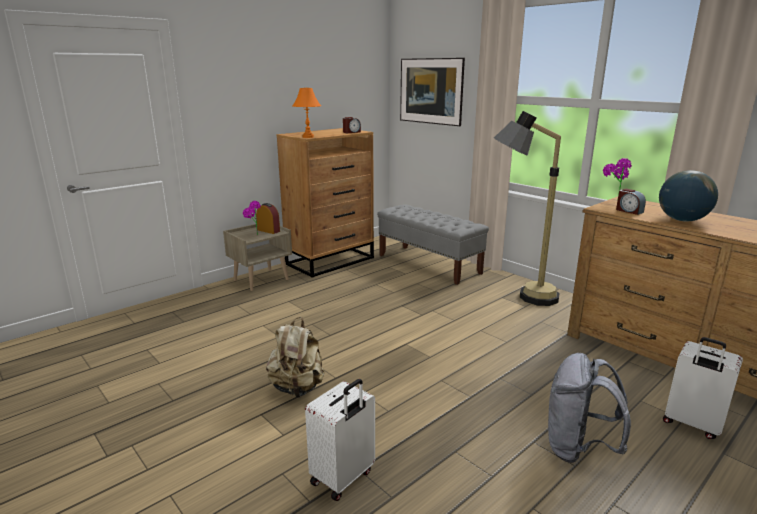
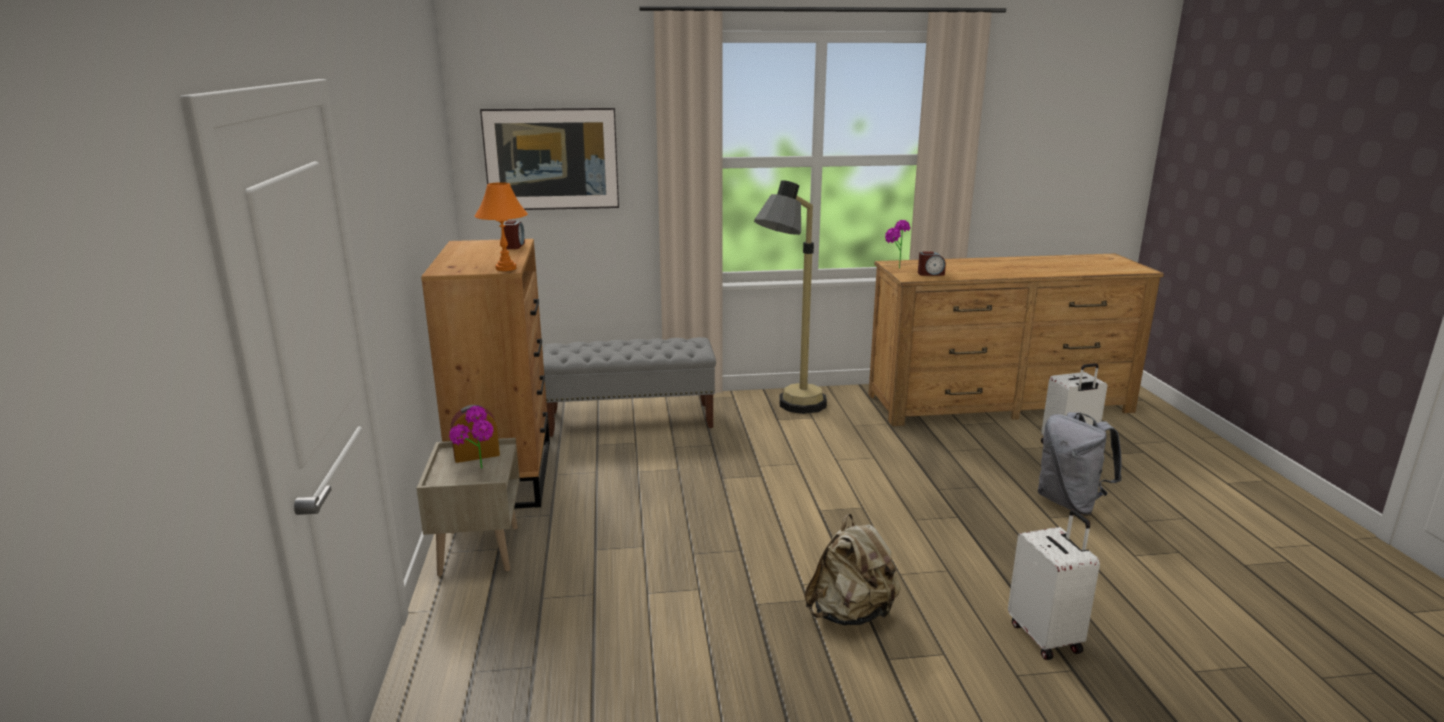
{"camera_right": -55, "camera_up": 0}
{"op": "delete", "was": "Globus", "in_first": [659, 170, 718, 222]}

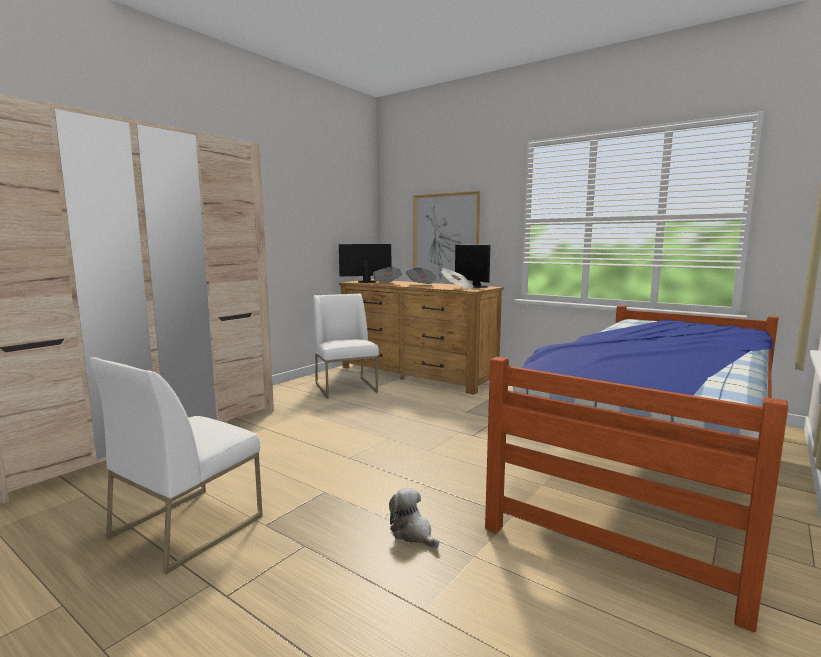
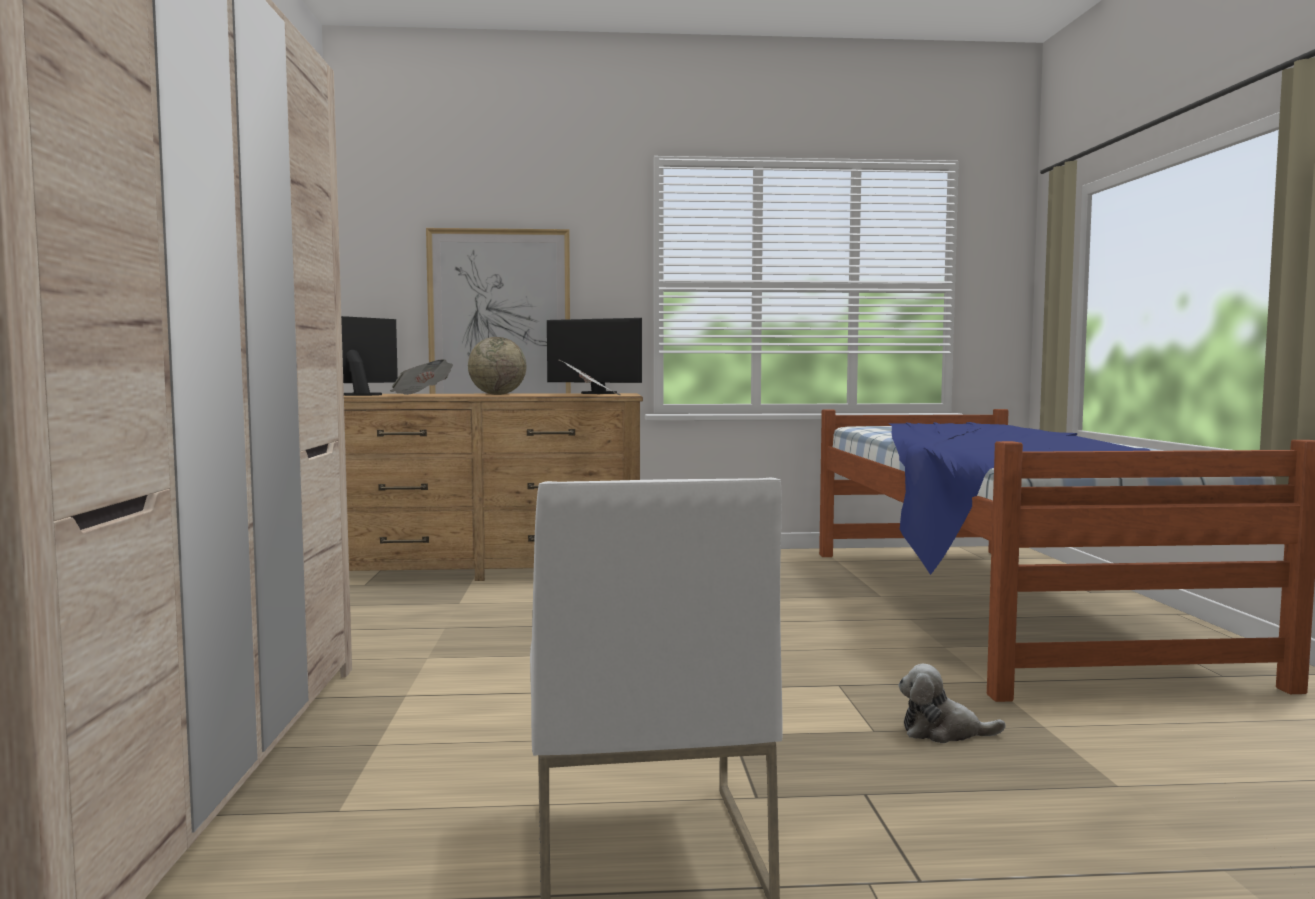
{"camera_right": -40, "camera_up": -5}
{"op": "delete", "was": "Stuhl (weiß)", "in_first": [313, 294, 379, 399]}
{"op": "replace", "was": "Zeitung", "now": "Globus", "in_first": [405, 268, 436, 284], "in_second": [468, 337, 526, 395]}

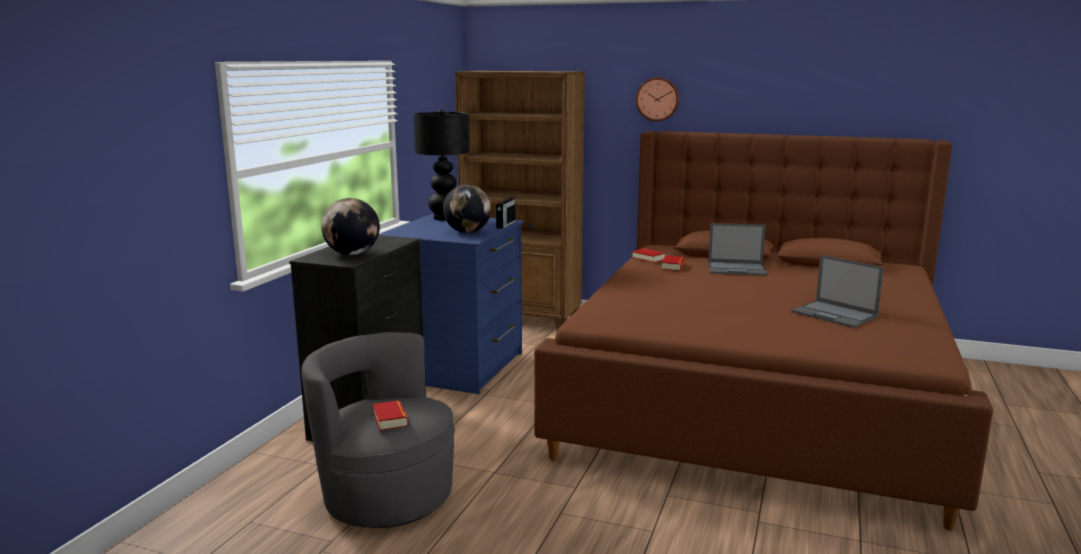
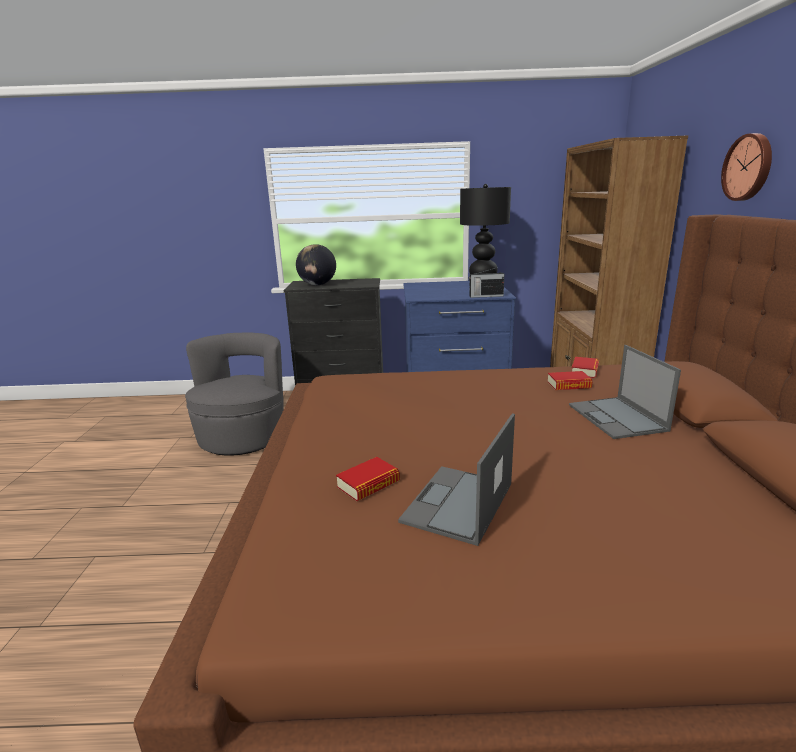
{"camera_right": 70, "camera_up": 5}
{"op": "move", "was": "Buch", "in_first": [373, 400, 409, 431], "in_second": [336, 457, 400, 501]}
{"op": "delete", "was": "Globus", "in_first": [443, 185, 491, 233]}

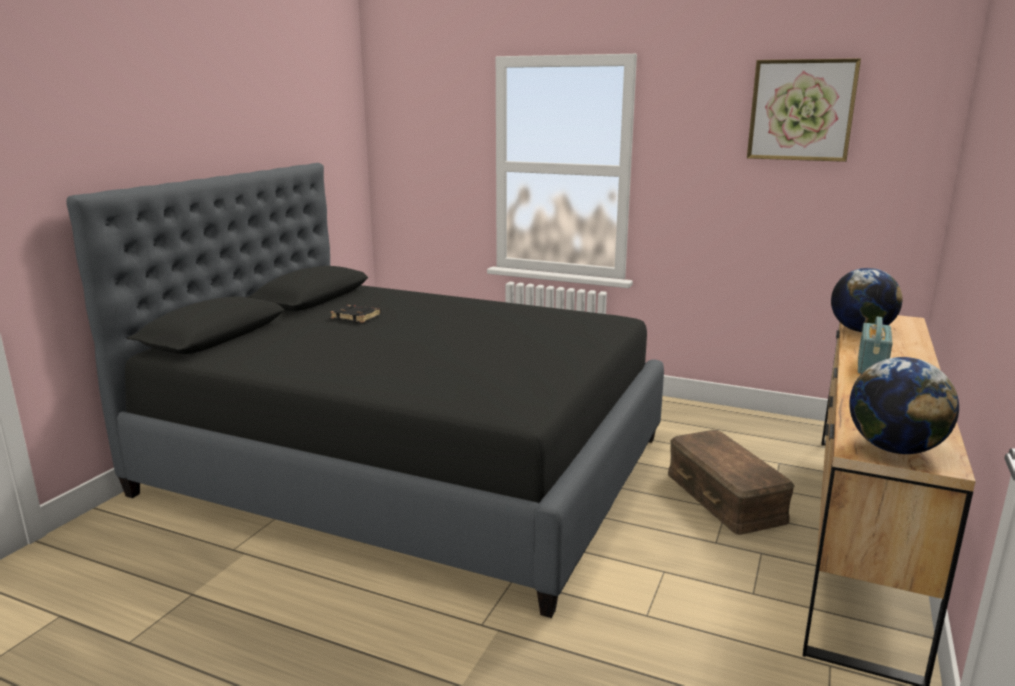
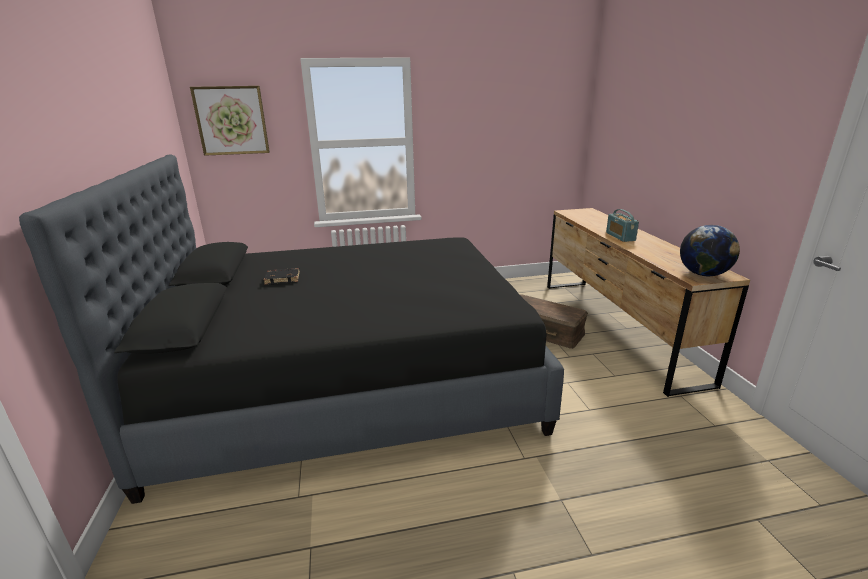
{"camera_right": -35, "camera_up": 5}
{"op": "move", "was": "Bild", "in_first": [747, 58, 861, 162], "in_second": [190, 86, 270, 156]}
{"op": "delete", "was": "Globus", "in_first": [831, 268, 902, 332]}

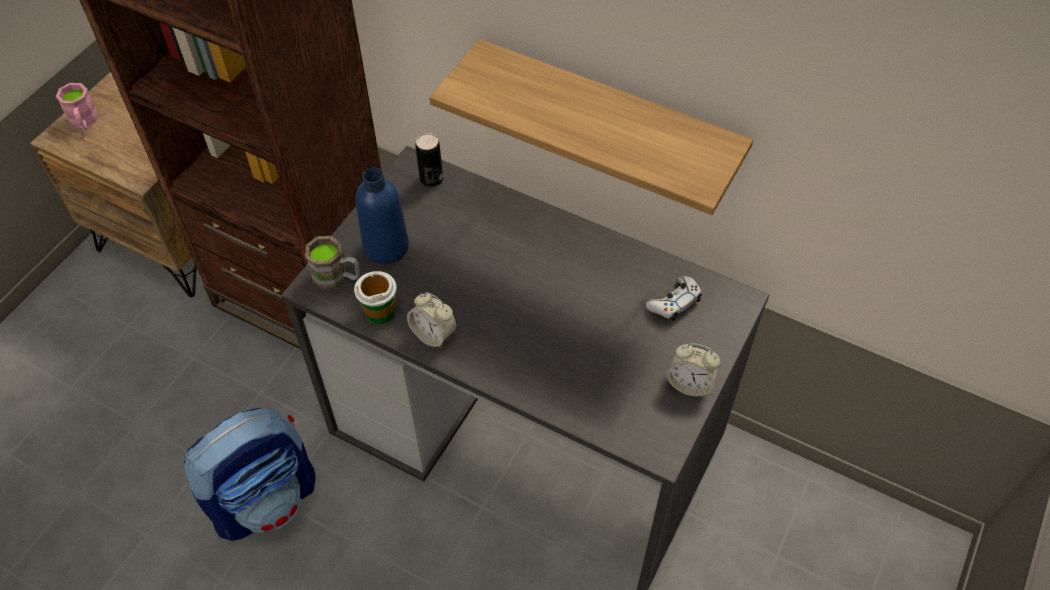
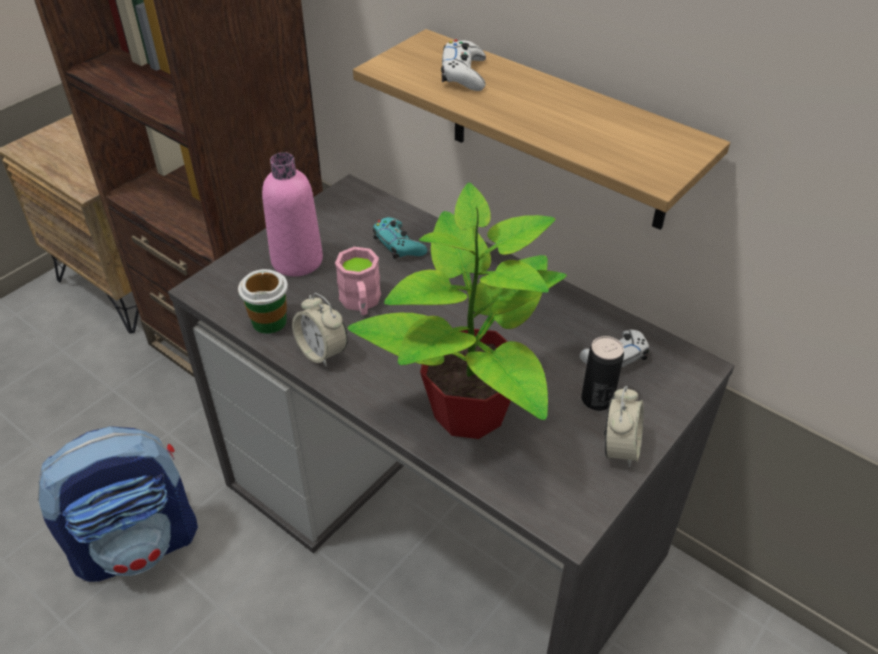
{"camera_right": 10, "camera_up": -10}
{"op": "move", "was": "Henkelbecher (rosa)", "in_first": [56, 83, 99, 130], "in_second": [335, 247, 381, 315]}
{"op": "delete", "was": "Henkelbecher (braun)", "in_first": [305, 236, 360, 290]}
{"op": "recolor", "was": "Flasche (blau)", "now": "Flasche (rosa)", "in_first": [355, 168, 409, 264], "in_second": [262, 152, 323, 276]}
{"op": "move", "was": "Dose", "in_first": [415, 133, 443, 187], "in_second": [581, 336, 624, 411]}
{"op": "rotate", "was": "Wecker", "in_first": [667, 343, 720, 396], "in_second": [604, 386, 644, 468], "clockwise": -105}
{"op": "insert", "now": "Topfpflanze", "in_second": [347, 183, 567, 439]}
{"op": "insert", "now": "Gamepad (türkis)", "in_second": [373, 217, 427, 259]}
{"op": "insert", "now": "Gamepad (weiß)", "in_second": [441, 39, 486, 91]}

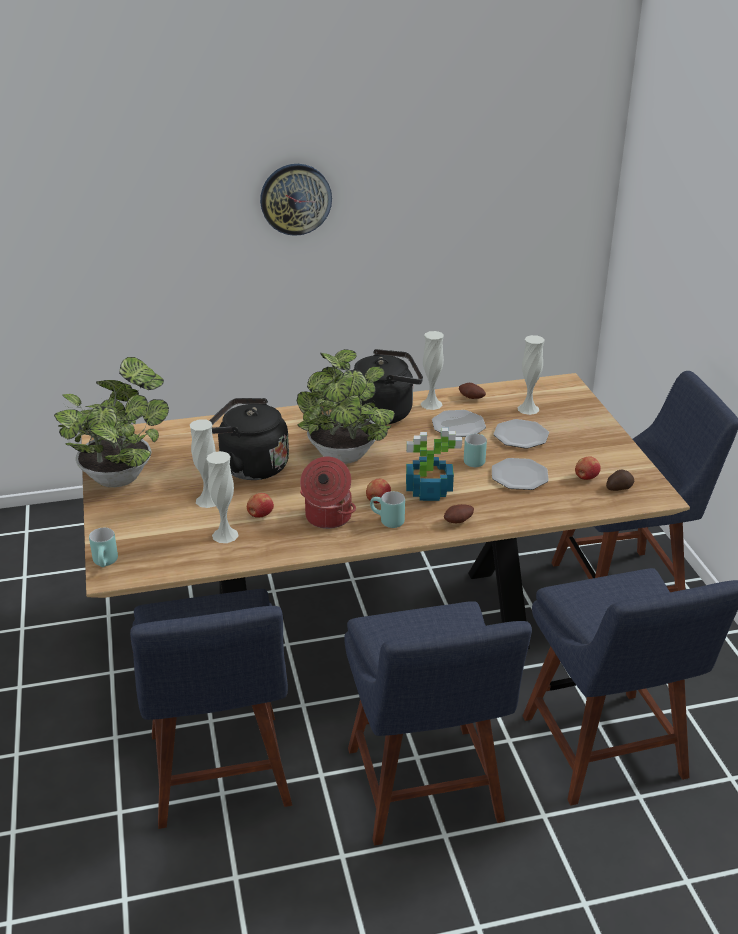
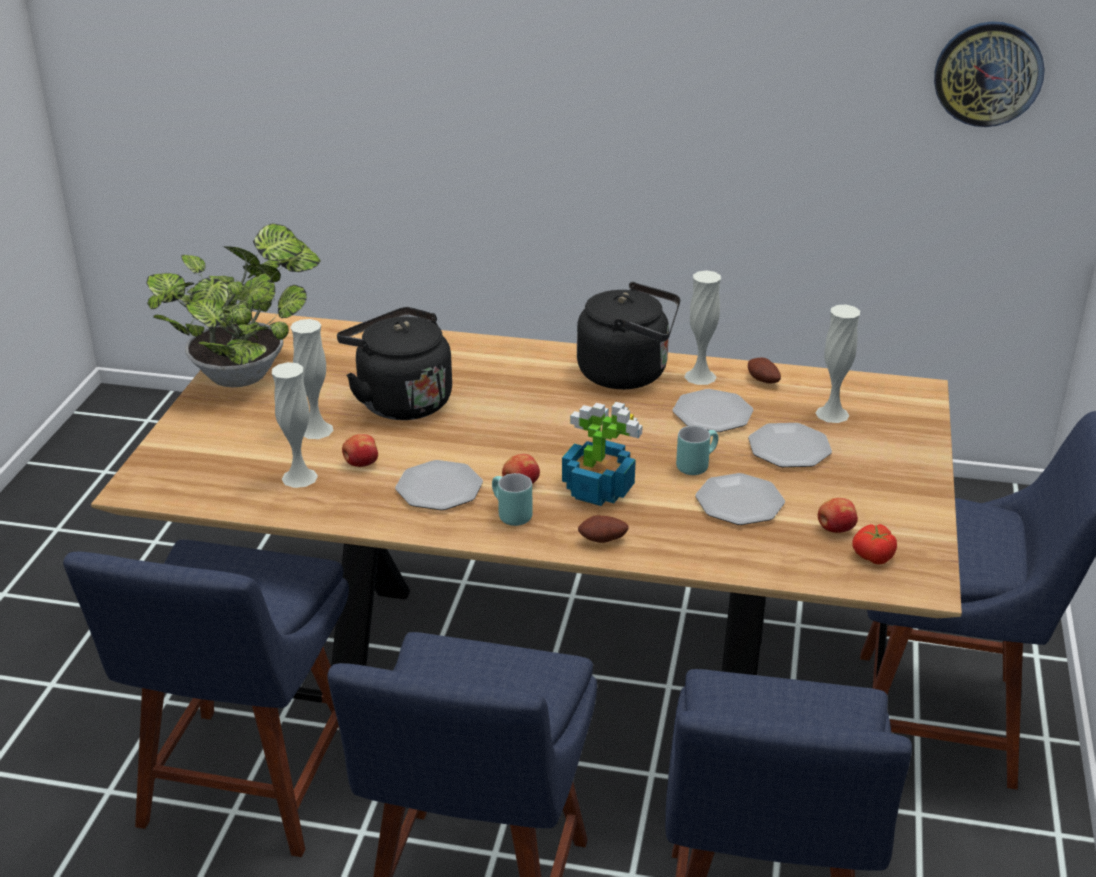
{"camera_right": 25, "camera_up": 0}
{"op": "delete", "was": "Henkelbecher (türkis)", "in_first": [89, 528, 118, 567]}
{"op": "move", "was": "Wanduhr", "in_first": [260, 164, 332, 236], "in_second": [934, 21, 1045, 127]}
{"op": "delete", "was": "Topfpflanze", "in_first": [297, 349, 395, 464]}
{"op": "replace", "was": "Kochtopf", "now": "Teller", "in_first": [300, 456, 356, 529], "in_second": [395, 460, 483, 510]}
{"op": "replace", "was": "Kartoffel", "now": "Tomate", "in_first": [606, 470, 634, 491], "in_second": [853, 524, 897, 565]}

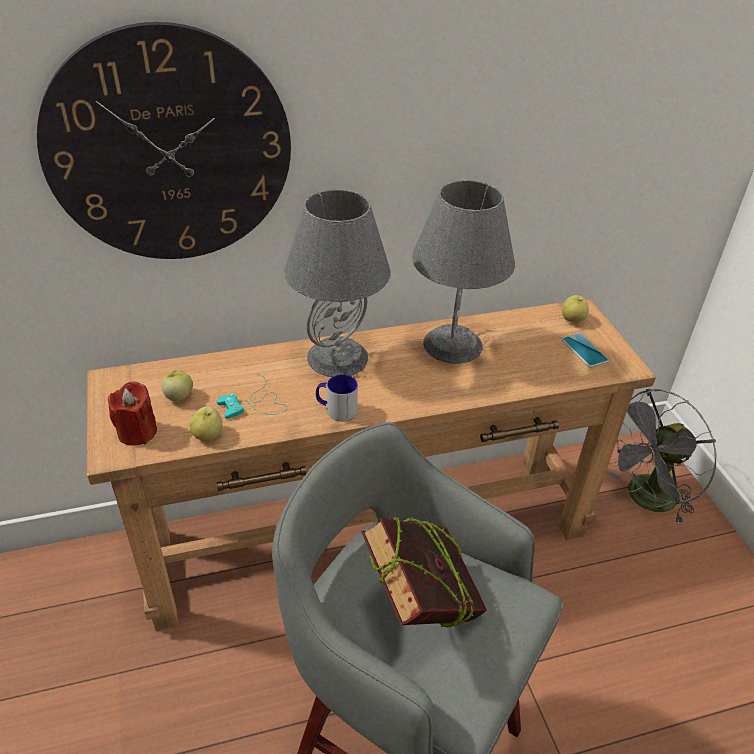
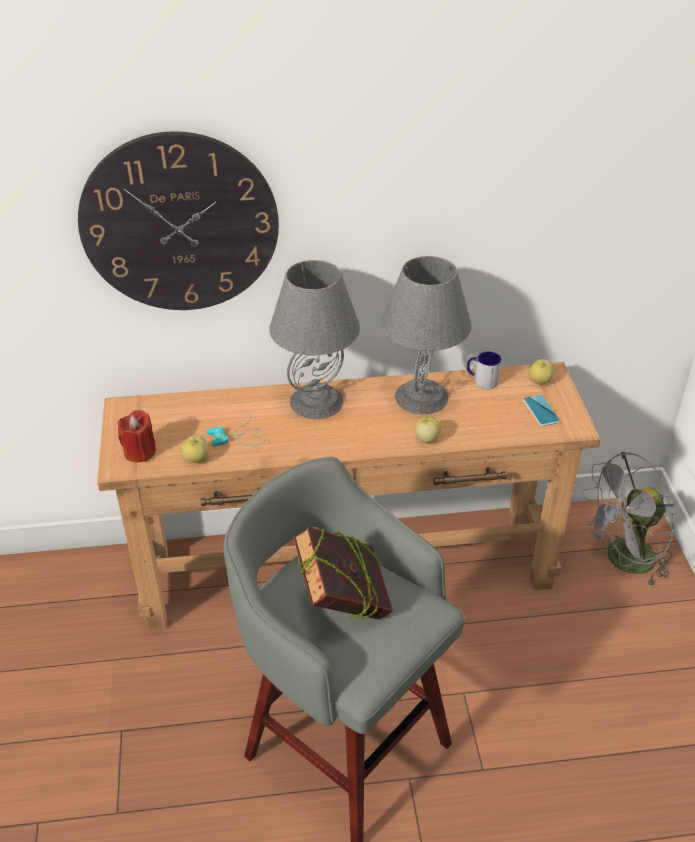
{"camera_right": 10, "camera_up": 0}
{"op": "move", "was": "Apfel", "in_first": [162, 370, 193, 402], "in_second": [415, 416, 441, 443]}
{"op": "move", "was": "Henkelbecher", "in_first": [316, 374, 358, 422], "in_second": [467, 351, 501, 389]}

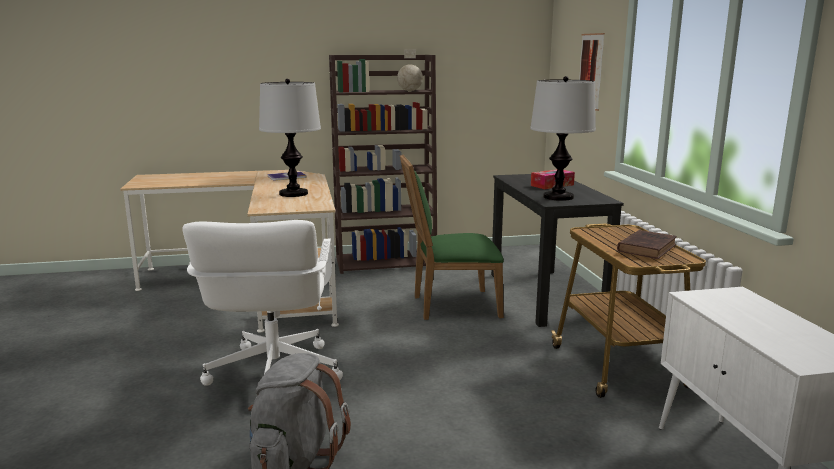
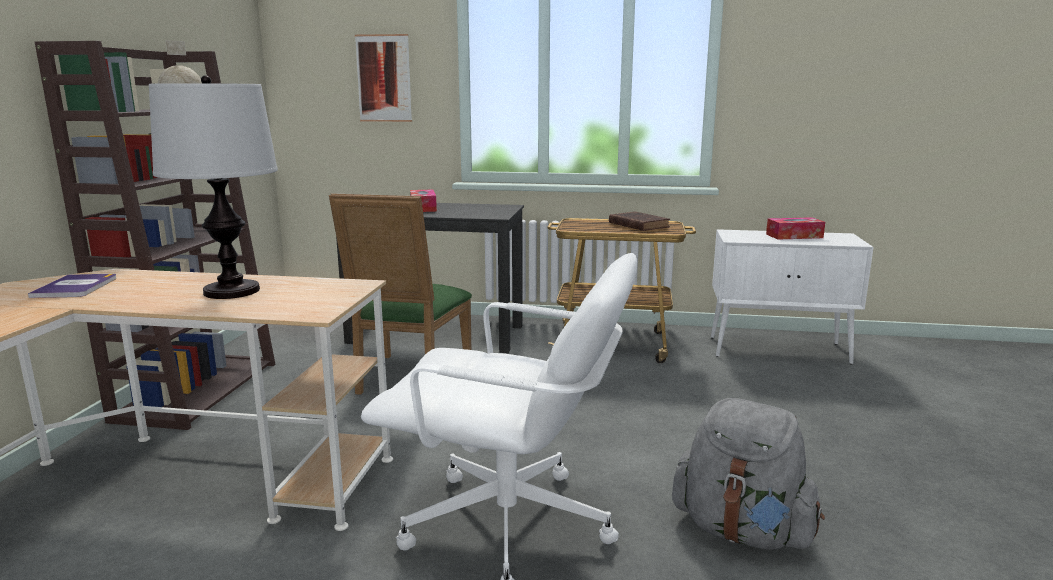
{"camera_right": -70, "camera_up": 0}
{"op": "delete", "was": "Tischlampe", "in_first": [530, 76, 596, 201]}
{"op": "insert", "now": "Taschentuchbox", "in_second": [766, 217, 825, 239]}

